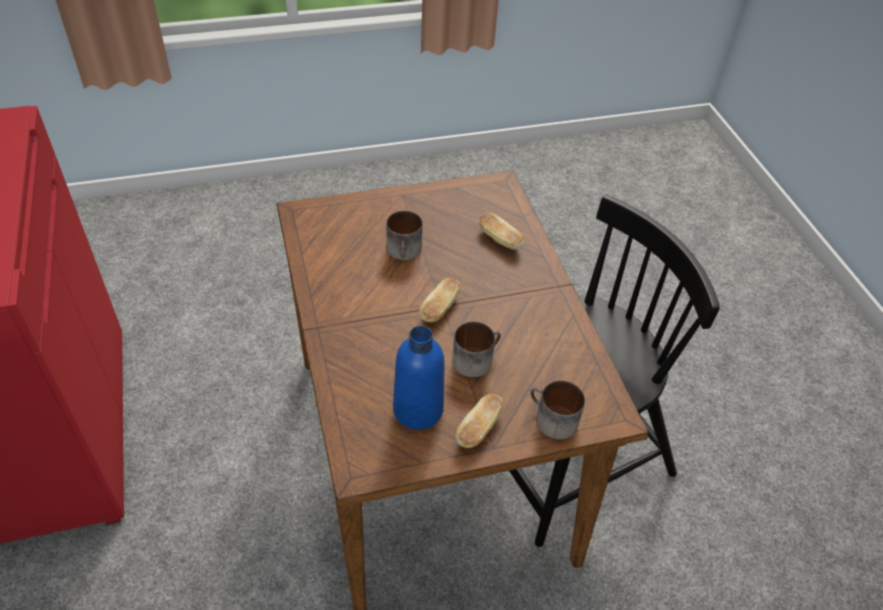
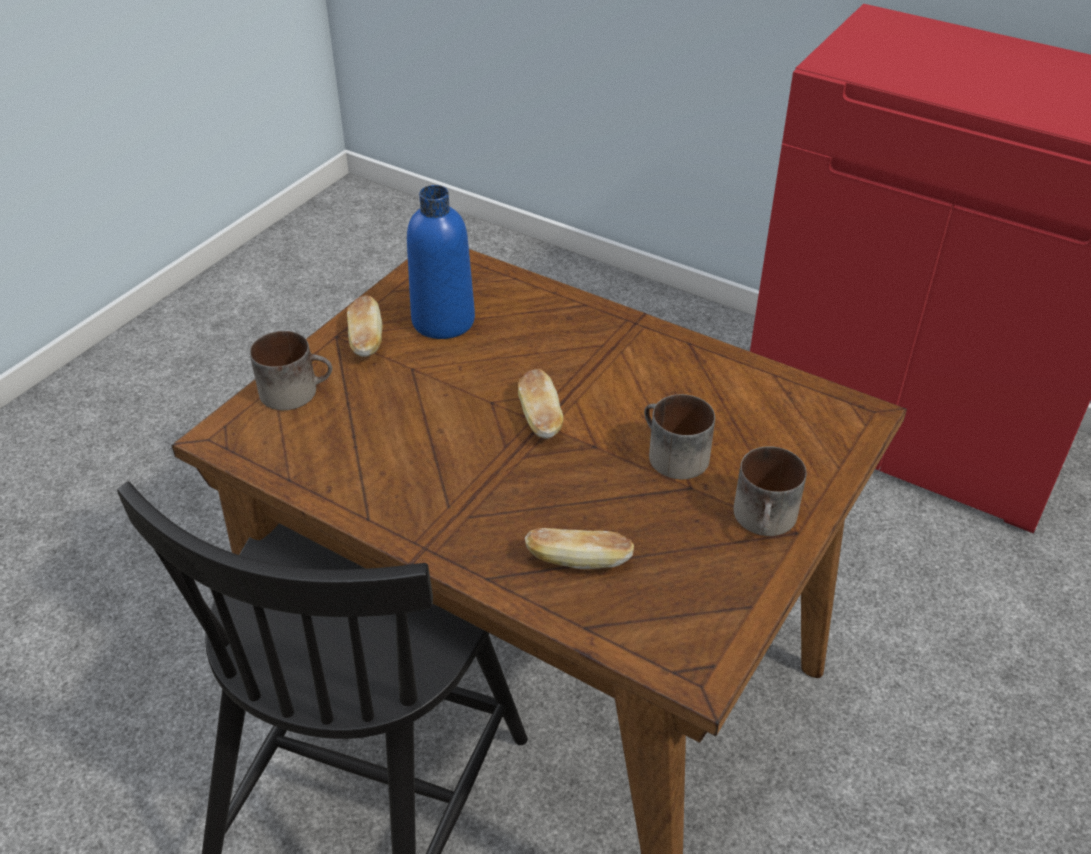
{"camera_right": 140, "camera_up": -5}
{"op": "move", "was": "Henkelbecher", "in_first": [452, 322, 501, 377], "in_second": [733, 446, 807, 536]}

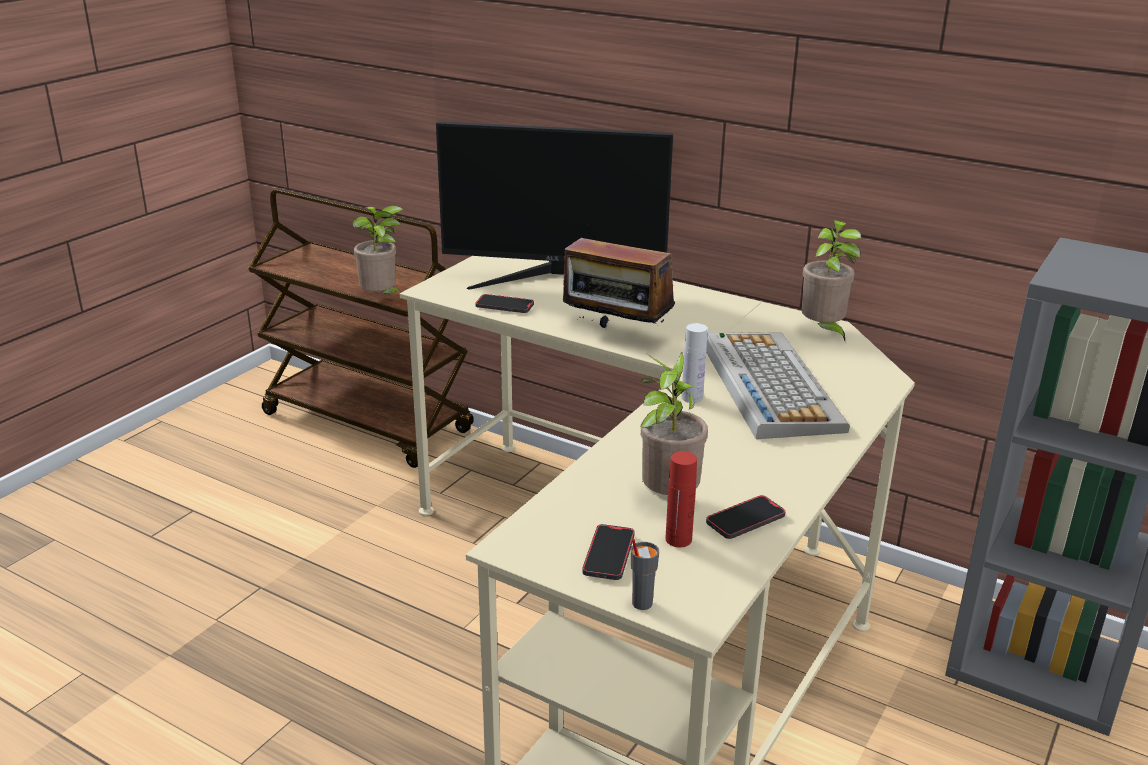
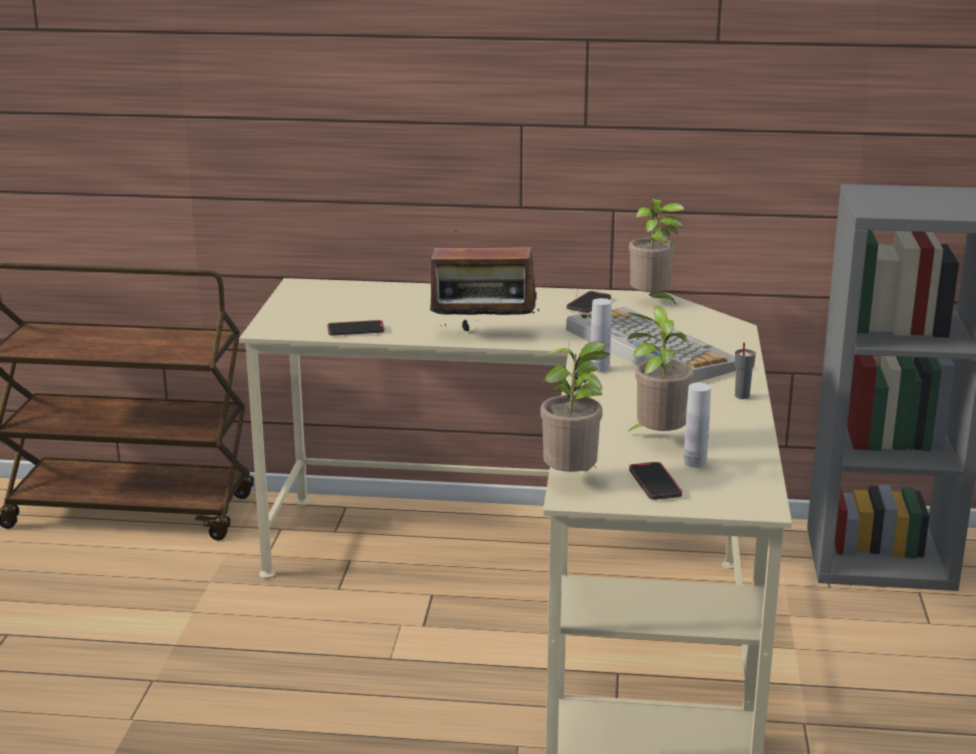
{"camera_right": -25, "camera_up": -5}
{"op": "move", "was": "Topfpflanze", "in_first": [353, 206, 404, 294], "in_second": [540, 342, 610, 472]}
{"op": "delete", "was": "Monitor", "in_first": [436, 121, 673, 290]}
{"op": "move", "was": "Tasse (grau)", "in_first": [631, 539, 659, 610], "in_second": [735, 342, 756, 399]}
{"op": "recolor", "was": "Flasche (rot)", "now": "Flasche (weiß)", "in_first": [666, 451, 697, 547], "in_second": [684, 383, 711, 468]}
{"op": "move", "was": "Handy", "in_first": [706, 495, 786, 539], "in_second": [567, 291, 611, 313]}

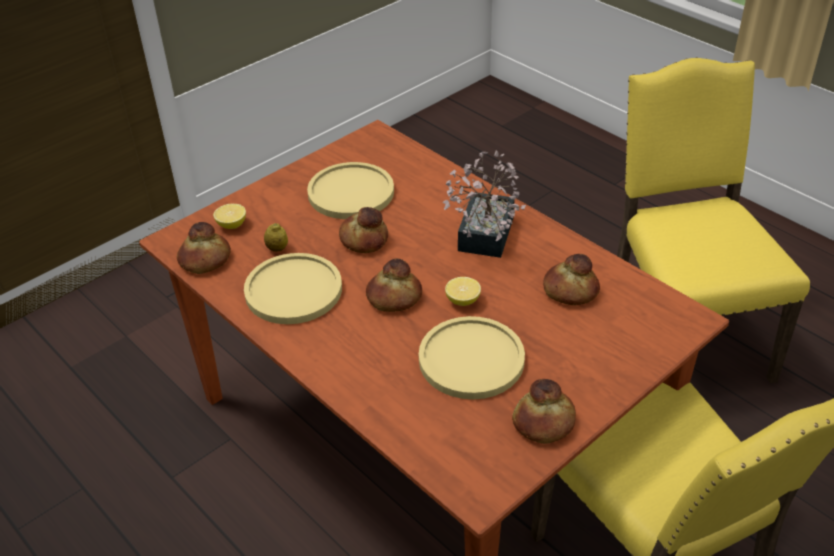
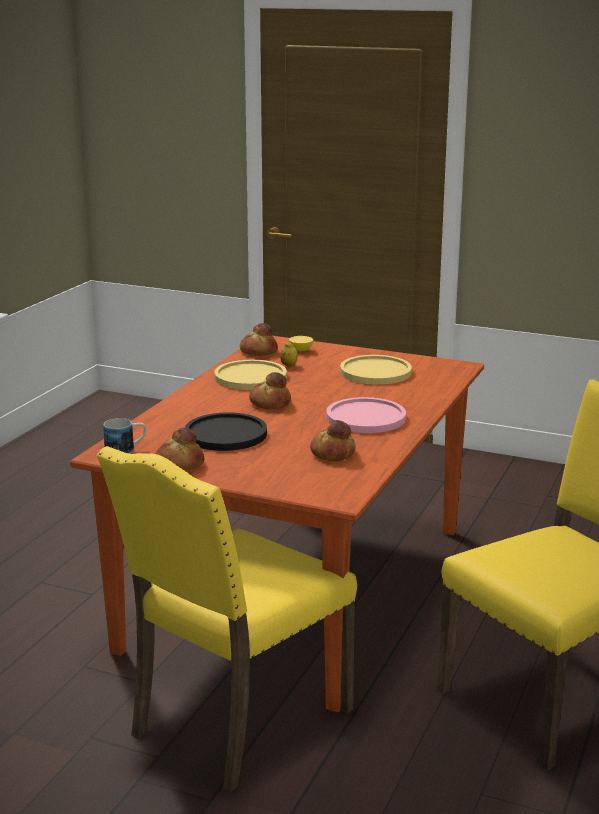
{"camera_right": 65, "camera_up": -20}
{"op": "delete", "was": "Brot", "in_first": [339, 207, 388, 253]}
{"op": "recolor", "was": "Teller (gelb)", "now": "Teller (schwarz)", "in_first": [419, 316, 525, 399], "in_second": [185, 412, 267, 451]}
{"op": "replace", "was": "Topfpflanze", "now": "Teller (rosa)", "in_first": [443, 150, 526, 258], "in_second": [326, 397, 406, 433]}
{"op": "delete", "was": "Zitrone", "in_first": [445, 277, 481, 306]}
{"op": "insert", "now": "Henkelbecher", "in_second": [103, 418, 147, 454]}

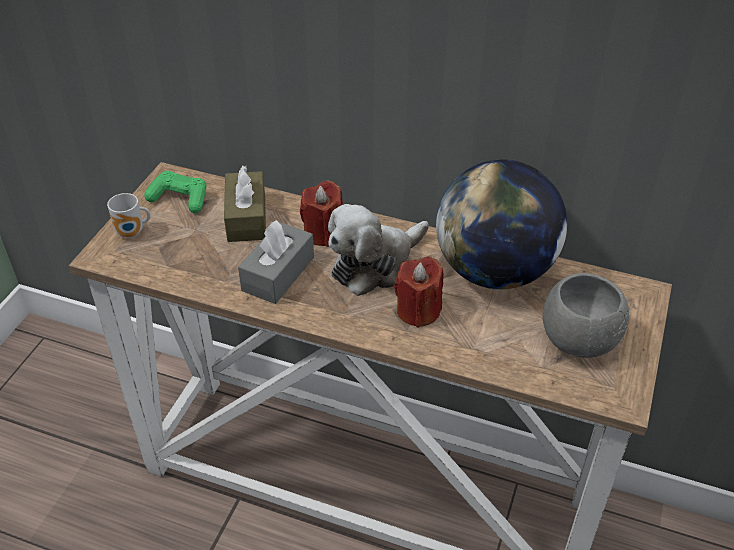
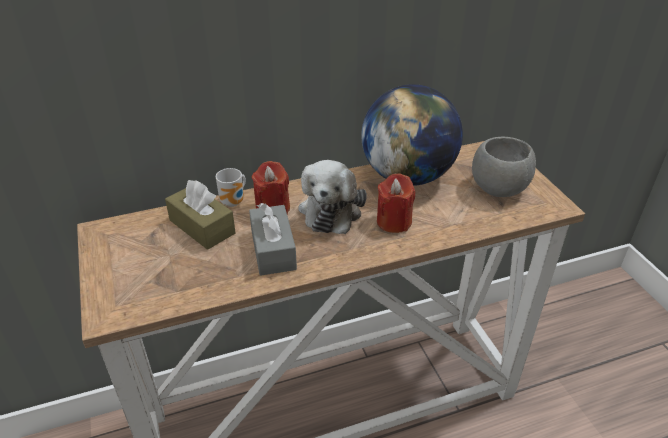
{"camera_right": -40, "camera_up": -5}
{"op": "move", "was": "Henkelbecher", "in_first": [107, 193, 151, 238], "in_second": [216, 168, 246, 207]}
{"op": "delete", "was": "Gamepad (grün)", "in_first": [144, 171, 206, 213]}

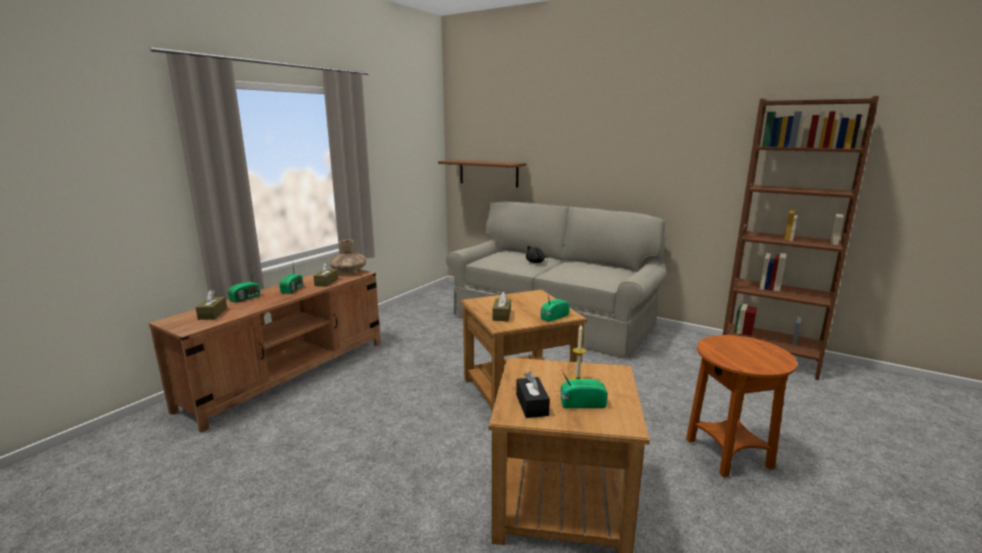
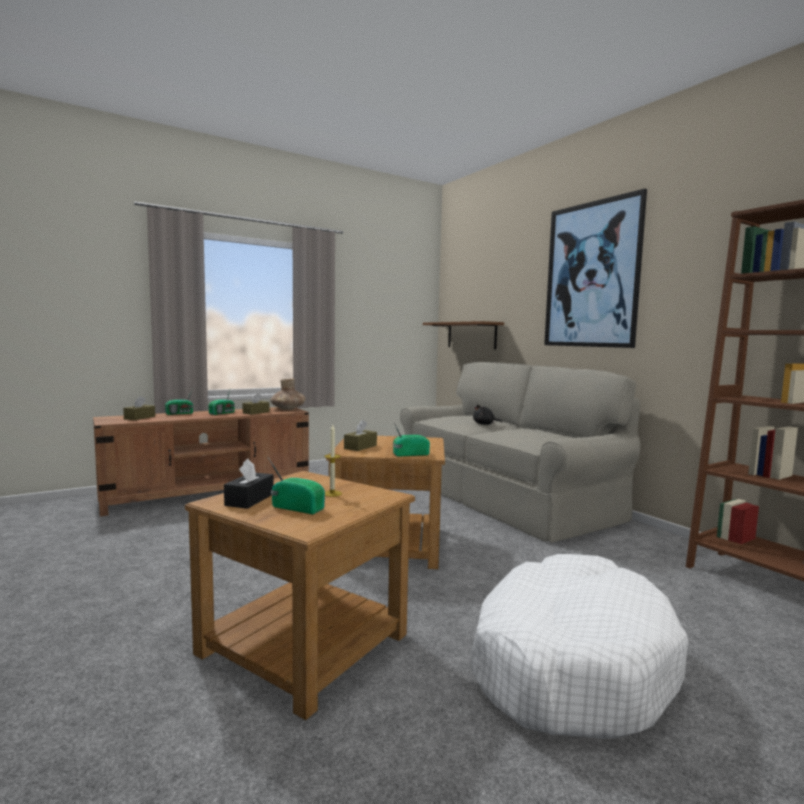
{"camera_right": 25, "camera_up": -10}
{"op": "replace", "was": "Beistelltisch (braun)", "now": "Hundebett (weiß)", "in_first": [686, 335, 797, 477], "in_second": [471, 554, 688, 739]}
{"op": "insert", "now": "Bild", "in_second": [544, 189, 647, 348]}

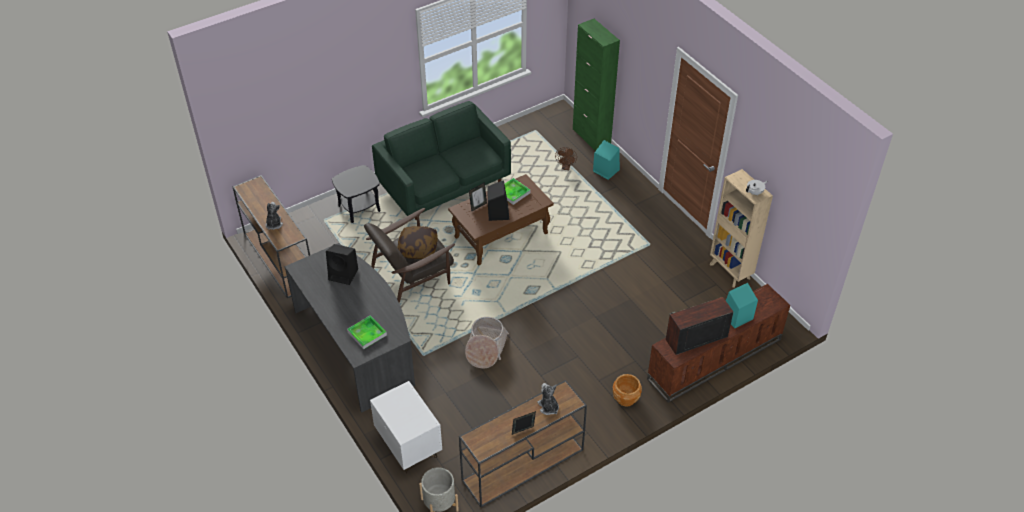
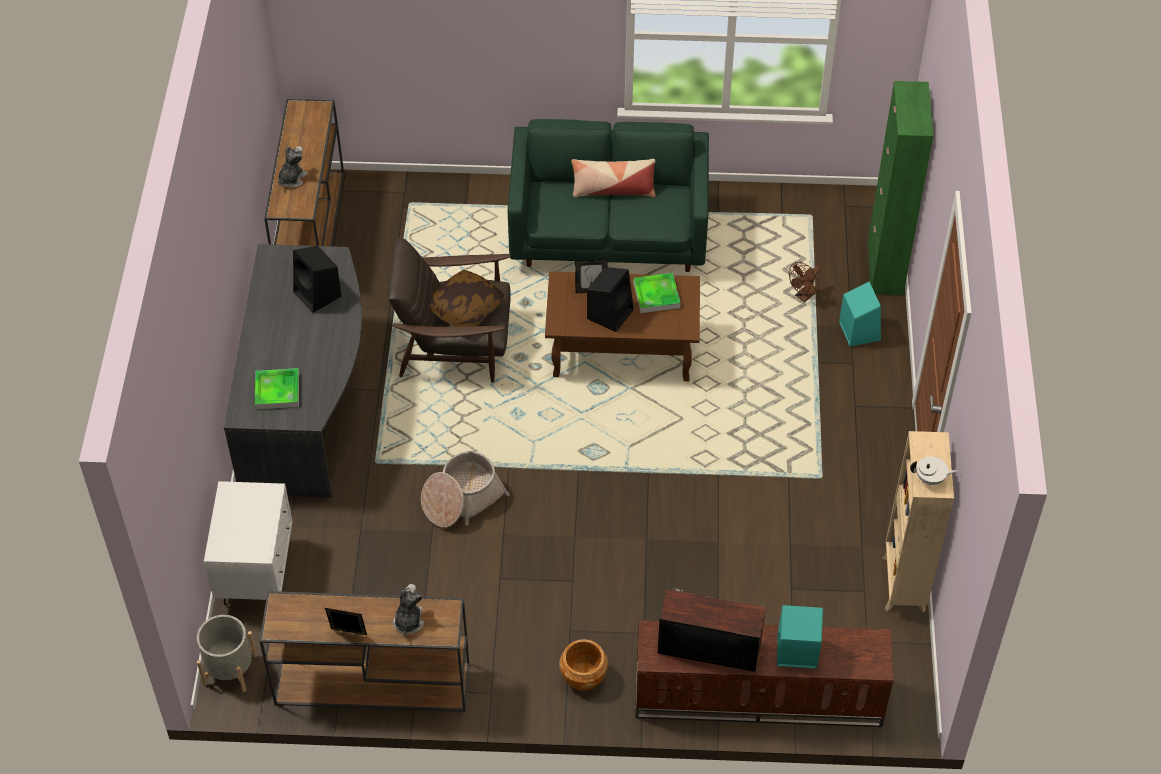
{"camera_right": 35, "camera_up": 5}
{"op": "delete", "was": "Beistelltisch (schwarz)", "in_first": [332, 165, 380, 223]}
{"op": "insert", "now": "Kissen", "in_second": [571, 159, 656, 197]}

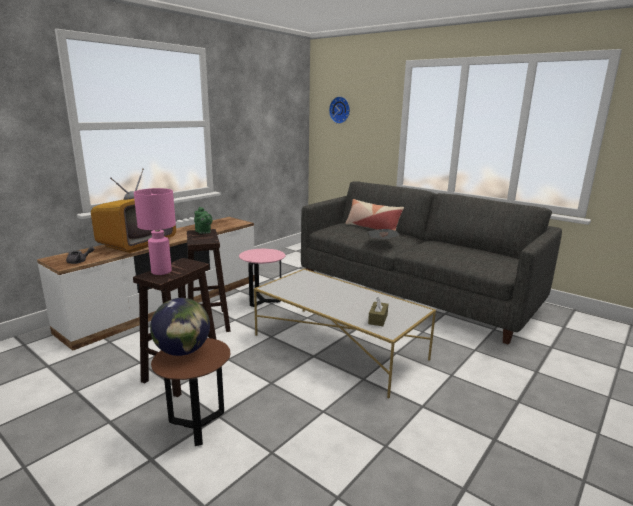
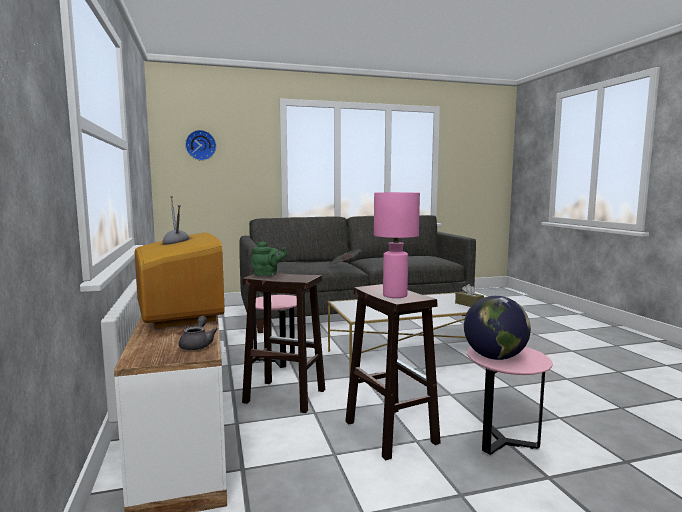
{"camera_right": -55, "camera_up": -10}
{"op": "recolor", "was": "Beistelltisch (braun)", "now": "Beistelltisch (rosa)", "in_first": [151, 338, 230, 446], "in_second": [467, 347, 553, 455]}
{"op": "delete", "was": "Kissen", "in_first": [345, 199, 404, 231]}

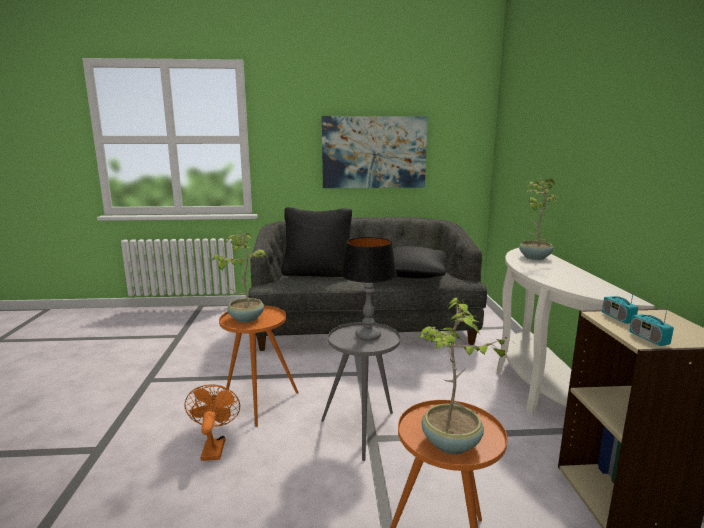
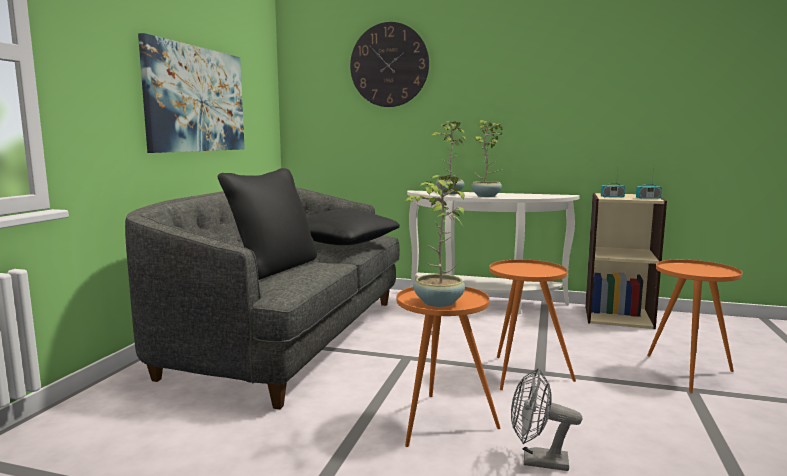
{"camera_right": -70, "camera_up": -5}
{"op": "recolor", "was": "Ventilator (orange)", "now": "Ventilator (grau)", "in_first": [185, 385, 240, 461], "in_second": [511, 368, 582, 471]}
{"op": "recolor", "was": "Beistelltisch (grau)", "now": "Beistelltisch (orange)", "in_first": [321, 322, 401, 461], "in_second": [489, 259, 576, 390]}
{"op": "delete", "was": "Tischlampe", "in_first": [341, 237, 397, 341]}
{"op": "move", "was": "Topfpflanze", "in_first": [418, 298, 515, 454], "in_second": [471, 120, 503, 197]}
{"op": "insert", "now": "Wanduhr", "in_second": [350, 22, 429, 107]}

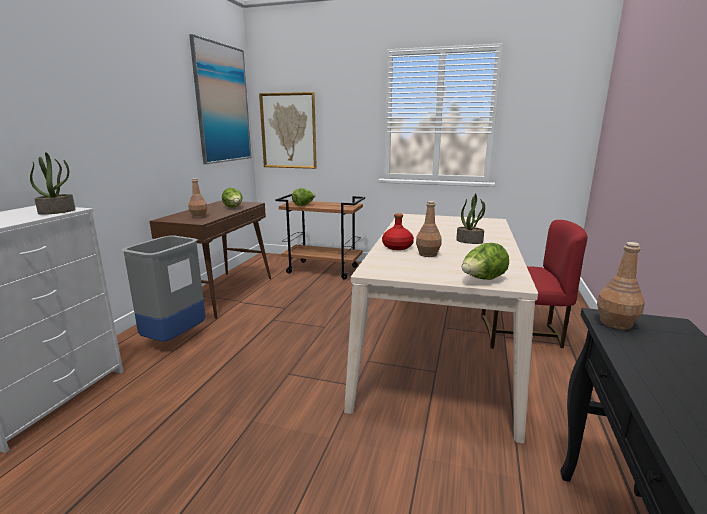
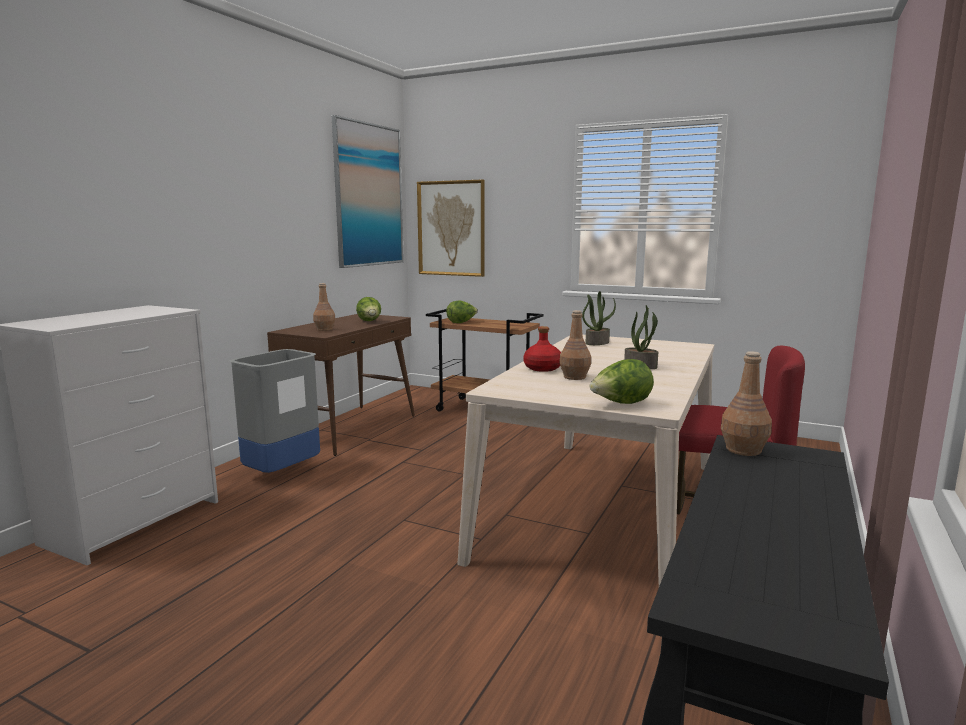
{"camera_right": 10, "camera_up": -5}
{"op": "move", "was": "Topfpflanze", "in_first": [30, 152, 76, 215], "in_second": [582, 291, 616, 345]}

